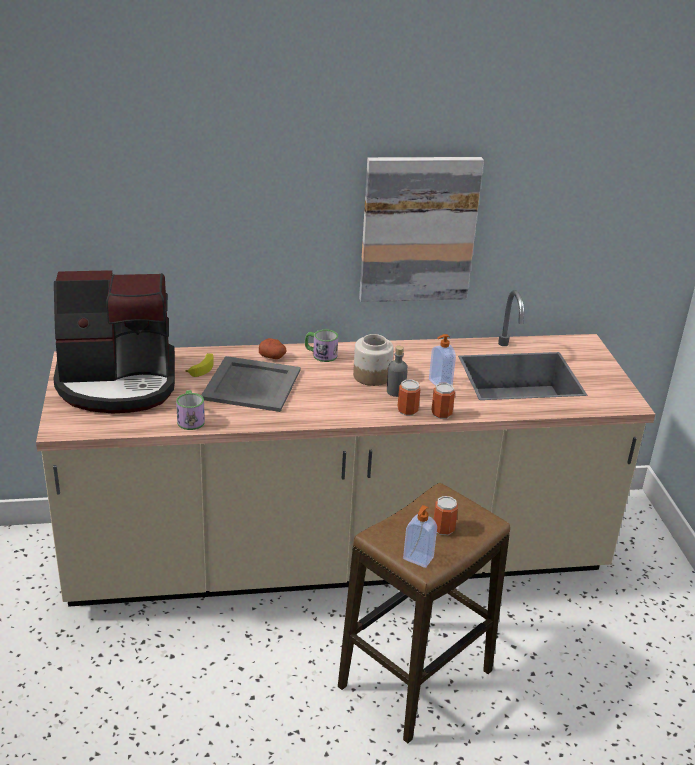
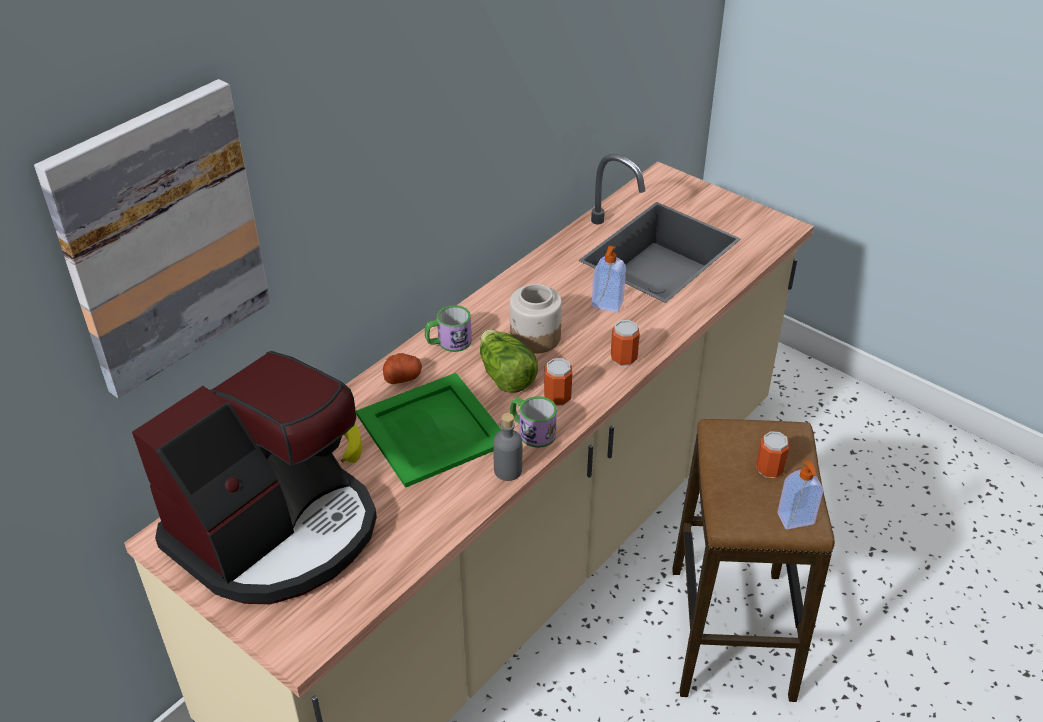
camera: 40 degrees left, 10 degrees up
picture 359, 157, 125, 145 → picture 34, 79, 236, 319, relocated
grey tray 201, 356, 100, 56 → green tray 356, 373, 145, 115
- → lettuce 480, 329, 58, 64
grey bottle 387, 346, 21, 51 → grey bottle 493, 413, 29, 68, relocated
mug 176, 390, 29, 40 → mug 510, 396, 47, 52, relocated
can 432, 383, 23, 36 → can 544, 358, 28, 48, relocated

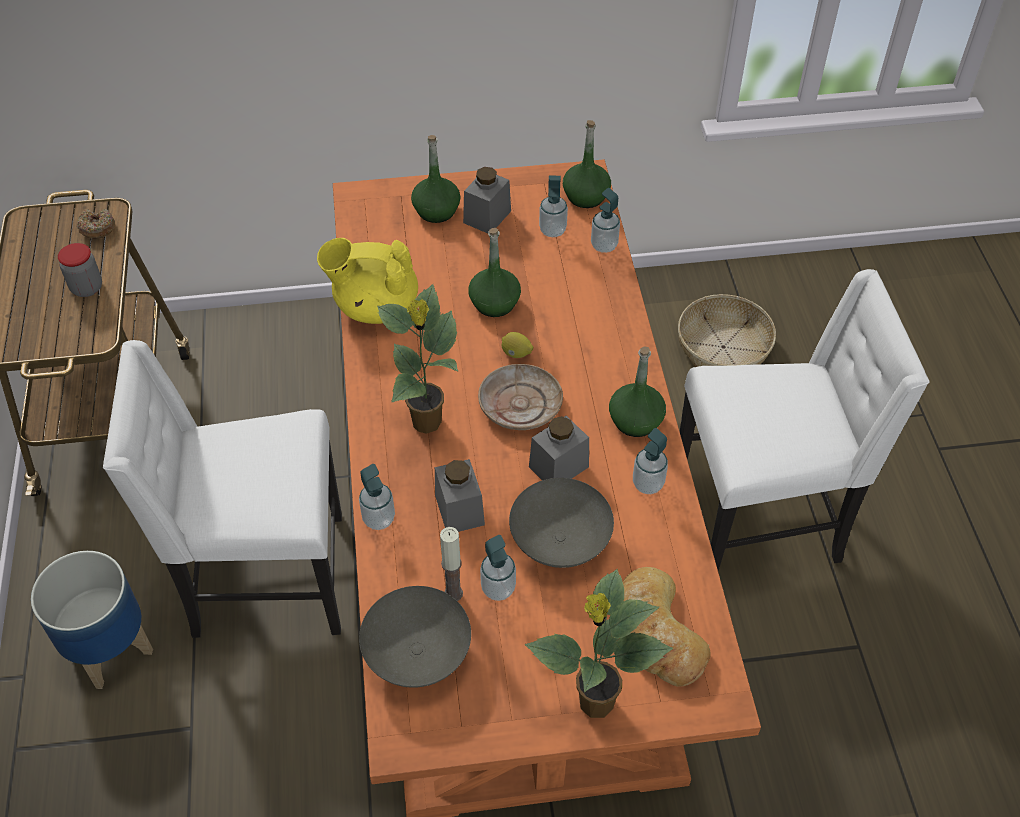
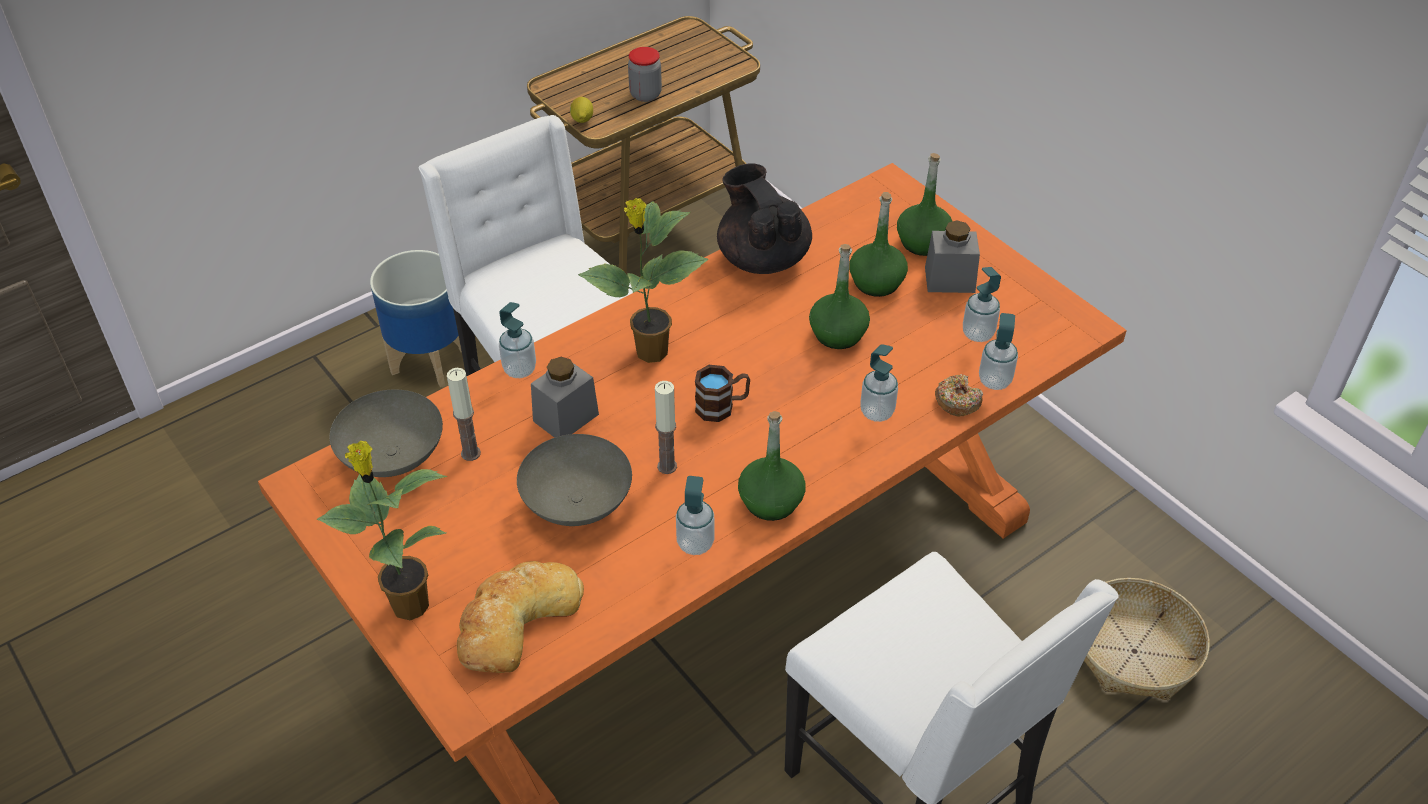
camera: 60 degrees right, 5 degrees down
lemon 502, 332, 31, 26 → lemon 570, 97, 23, 26, relocated
grey jar 529, 416, 60, 64 → candle 655, 381, 22, 93
beige plate 478, 364, 85, 66 → brown mug 695, 365, 55, 57
yellow teapot 317, 238, 101, 86 → black teapot 717, 163, 95, 111
green bottle 563, 120, 48, 88 → green bottle 849, 192, 59, 105, relocated
soap dispenser 480, 535, 36, 66 → soap dispenser 860, 344, 38, 78, relocated
donut 77, 209, 38, 30 → donut 935, 374, 48, 42, relocated

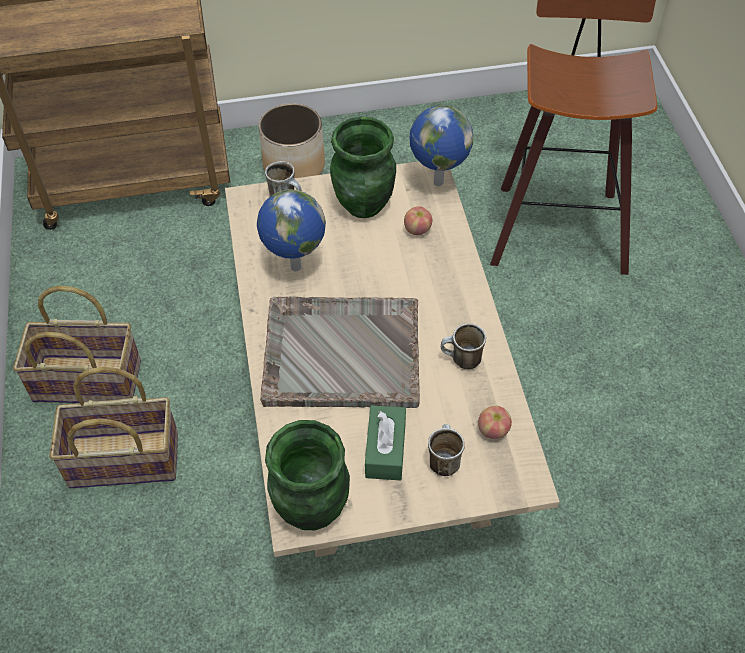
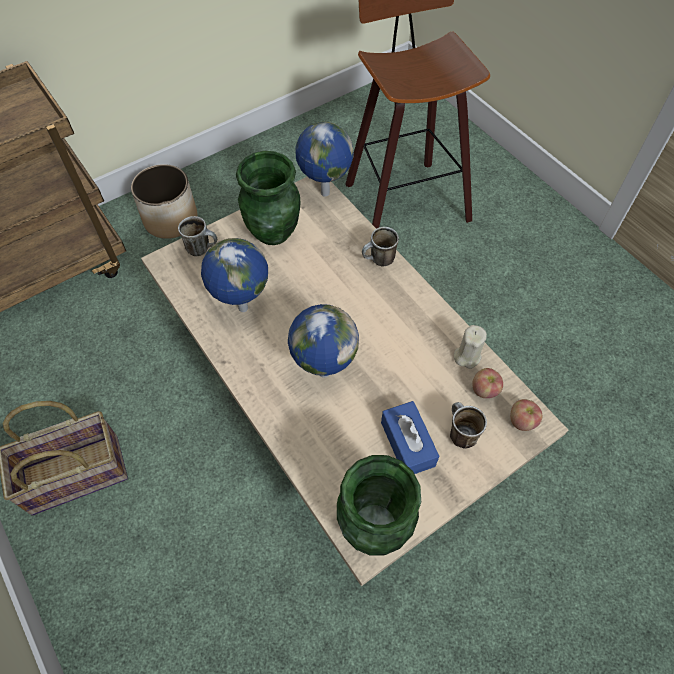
camera: 25 degrees left, 5 degrees up
grey tray 260, 296, 160, 112 → globe 288, 304, 71, 74
mug 441, 323, 45, 46 → mug 362, 227, 37, 39, relocated
green tissue box 365, 405, 41, 76 → blue tissue box 381, 401, 58, 73
- → beige candle 454, 325, 33, 44
apple 404, 206, 28, 29 → apple 510, 399, 32, 32, relocated
basket 49, 367, 129, 121 → -

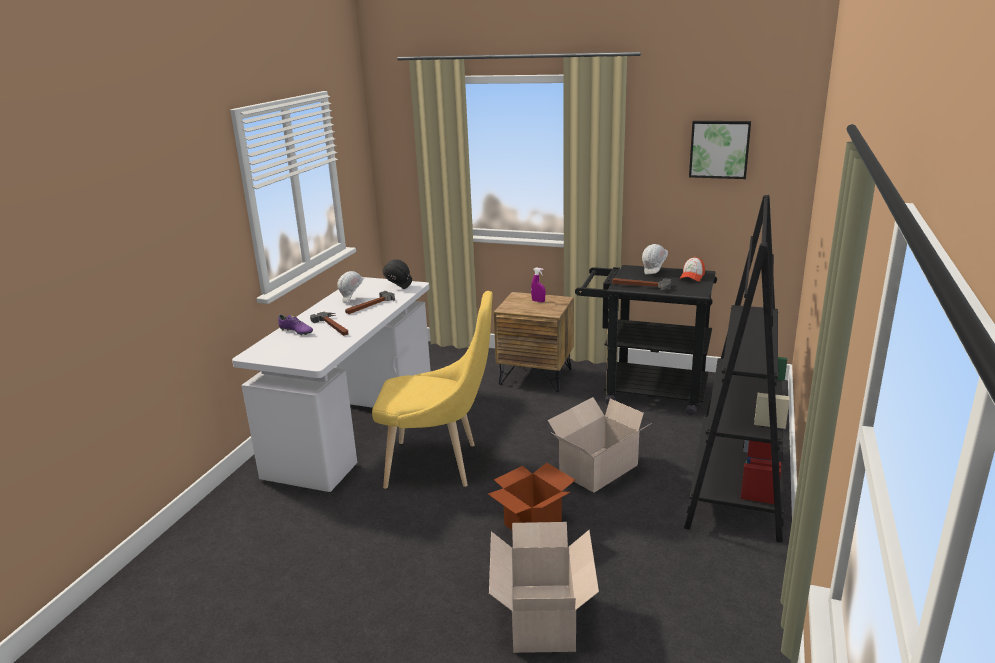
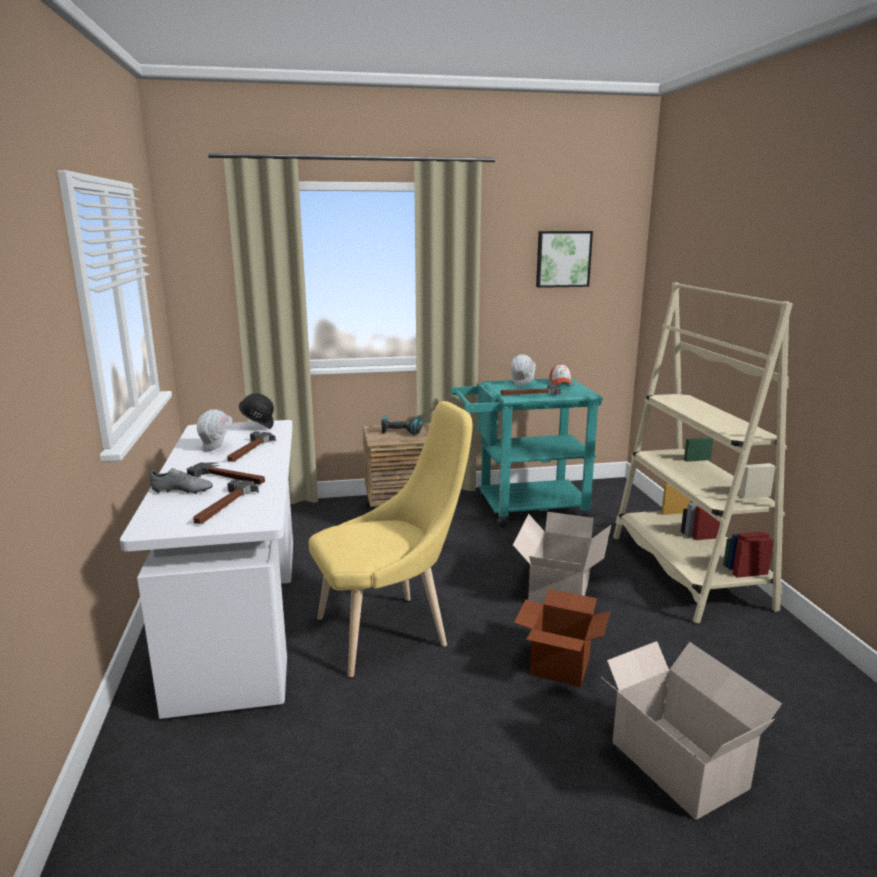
camera: 30 degrees left, 5 degrees down
purple shoe 278, 315, 35, 21 → grey shoe 150, 468, 63, 26
- → hammer 193, 479, 66, 45
purple spray bottle 531, 267, 14, 35 → power drill 381, 415, 43, 20
black cart 575, 265, 142, 150 → turquoise cart 451, 378, 152, 150
black bookcase 684, 195, 105, 347 → beige bookcase 613, 282, 180, 341

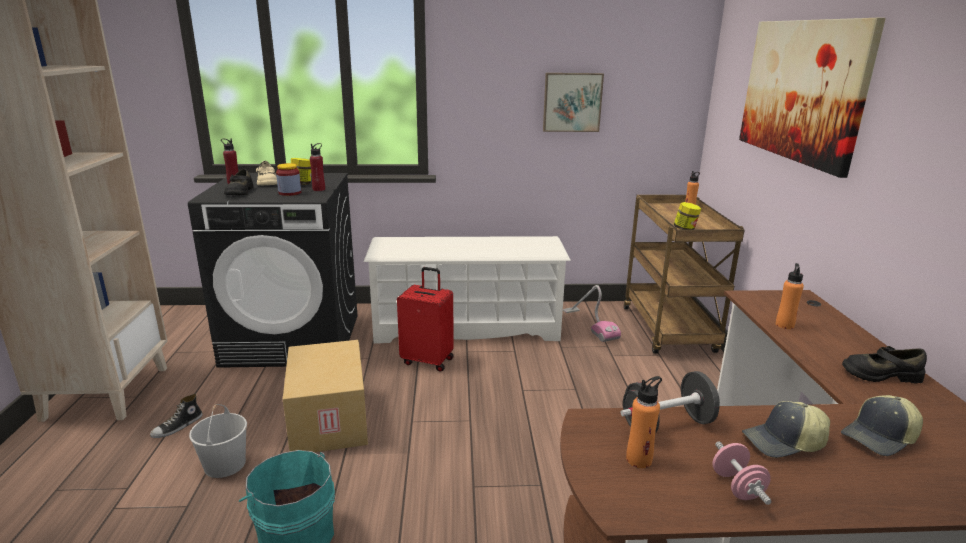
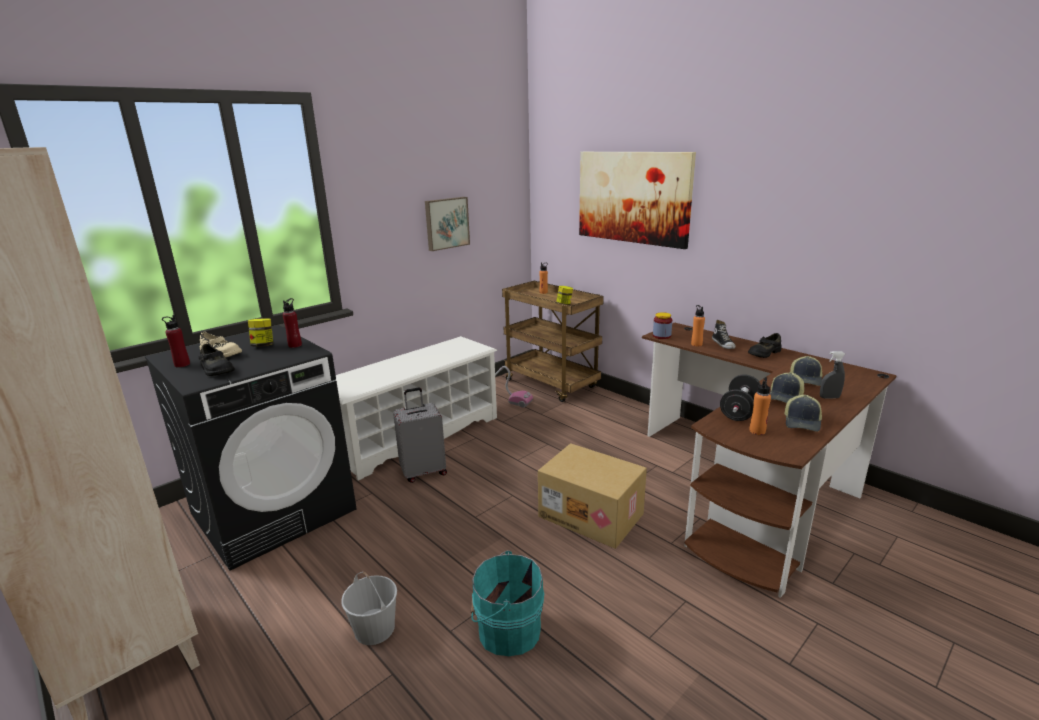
camera: 40 degrees left, 0 degrees up
red suitcase 397, 267, 57, 105 → grey suitcase 393, 388, 54, 95
cardboard box 283, 340, 85, 112 → cardboard box 538, 443, 109, 106, relocated
jar 276, 163, 25, 33 → jar 653, 312, 19, 27, relocated
shoe 150, 394, 53, 44 → shoe 712, 320, 24, 29, relocated
pink dumbbell 712, 441, 59, 64 → cap 784, 395, 38, 37
- → grey spray bottle 820, 351, 26, 48

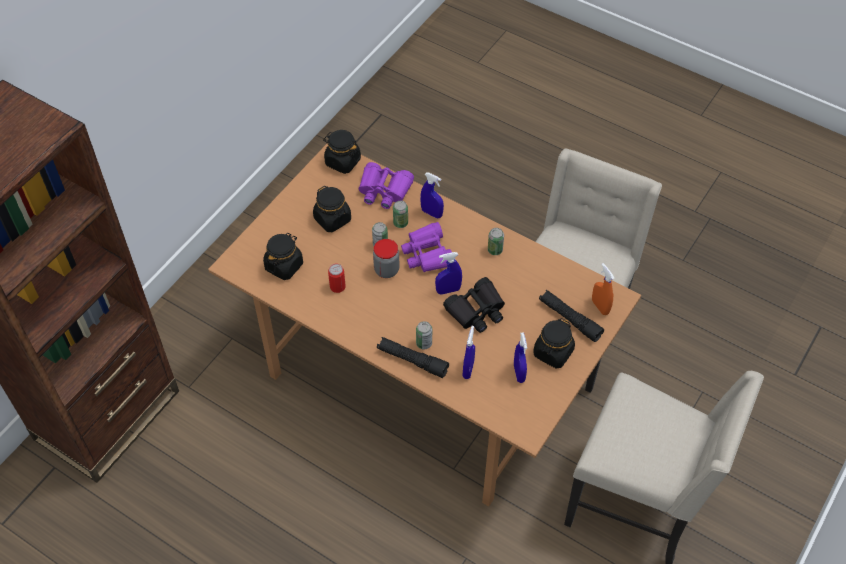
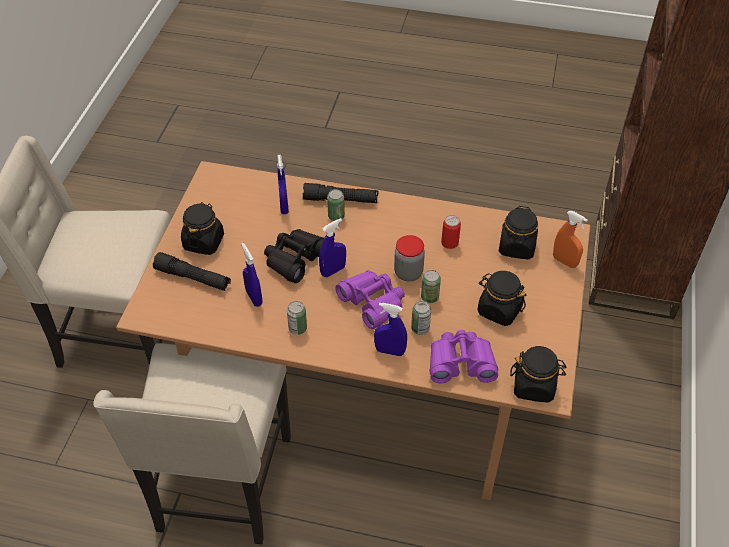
camera: 160 degrees right, 5 degrees down
blue spray bottle 514, 332, 13, 51 → blue spray bottle 241, 243, 22, 64, relocated
orange spray bottle 592, 263, 22, 52 → orange spray bottle 553, 211, 35, 57, relocated

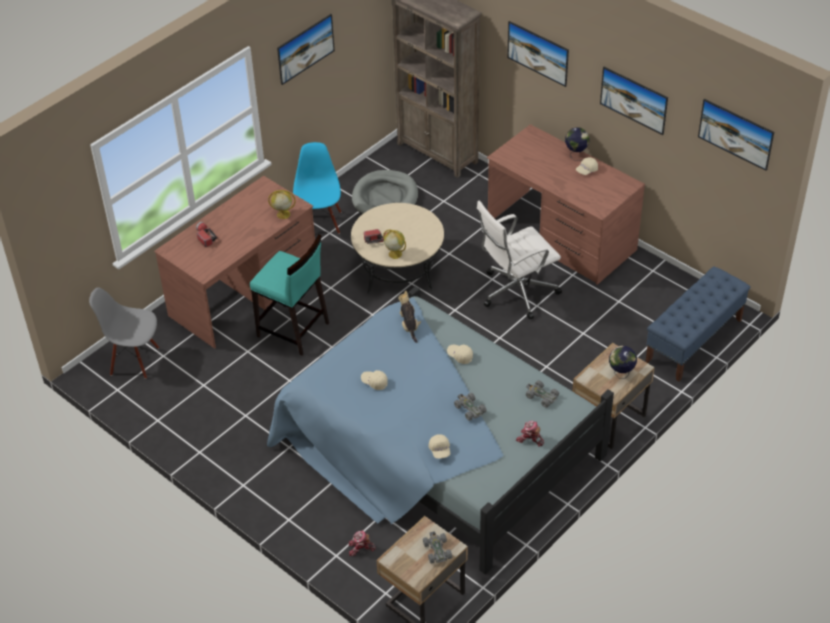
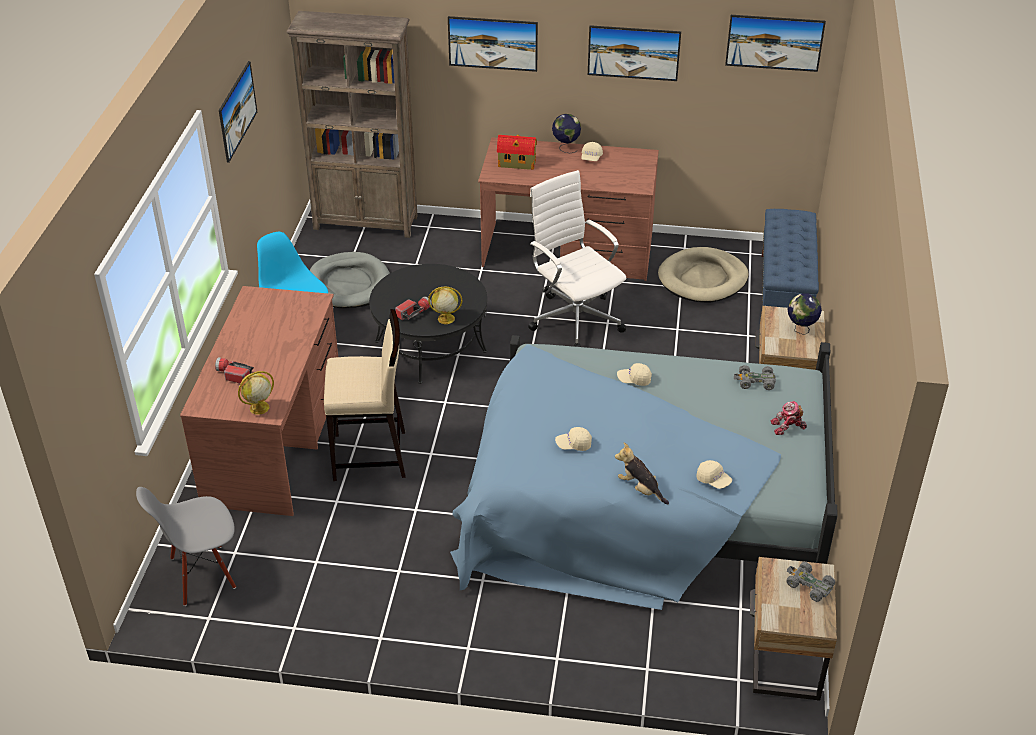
camera: 35 degrees left, 5 degrees down
globe 268, 190, 28, 29 → globe 238, 371, 36, 44, relocated
turquoise stool 250, 234, 79, 122 → beige stool 324, 309, 82, 172
beige coffee table 351, 203, 93, 91 → black coffee table 369, 264, 118, 120
- → toy house 497, 135, 40, 35
white office chair 477, 201, 85, 119 → white office chair 528, 170, 98, 177, 120 degrees clockwise
plush toy 398, 290, 23, 53 → plush toy 615, 443, 54, 61, relocated
- → beige dog bed 658, 247, 91, 55
toy robot 349, 530, 27, 26 → -
grey toy car 454, 393, 33, 28 → -

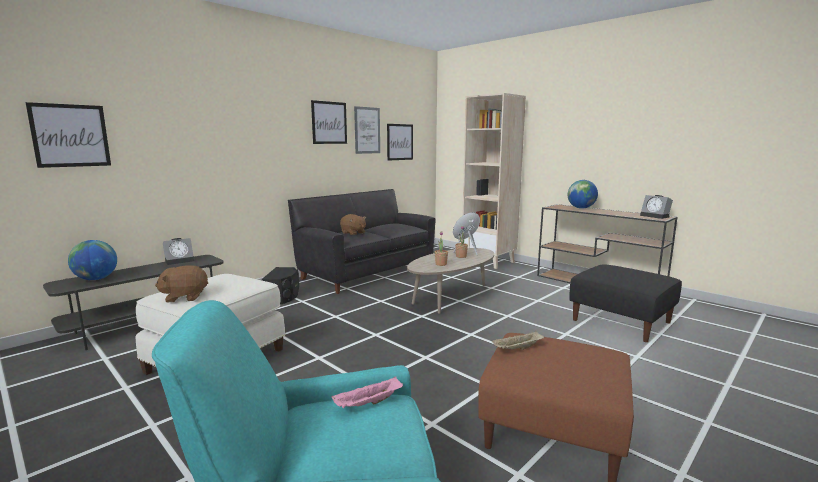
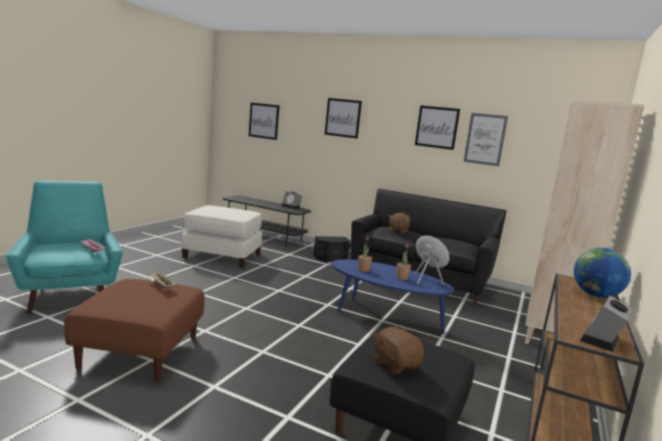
camera: 70 degrees right, 0 degrees up
picture 387, 124, 26, 37 → picture 325, 98, 37, 41, relocated
beige coffee table 407, 248, 87, 66 → blue coffee table 332, 259, 122, 75
brown plush toy 155, 265, 53, 37 → brown plush toy 374, 327, 50, 48, relocated
globe 68, 240, 49, 40 → -

